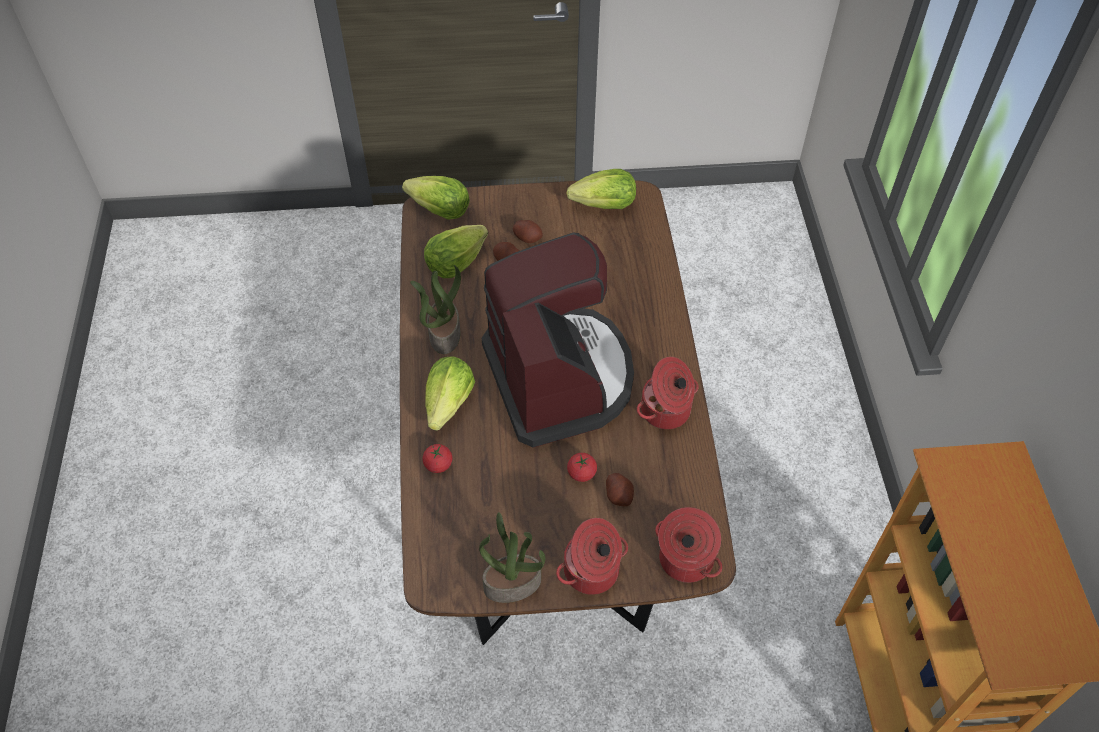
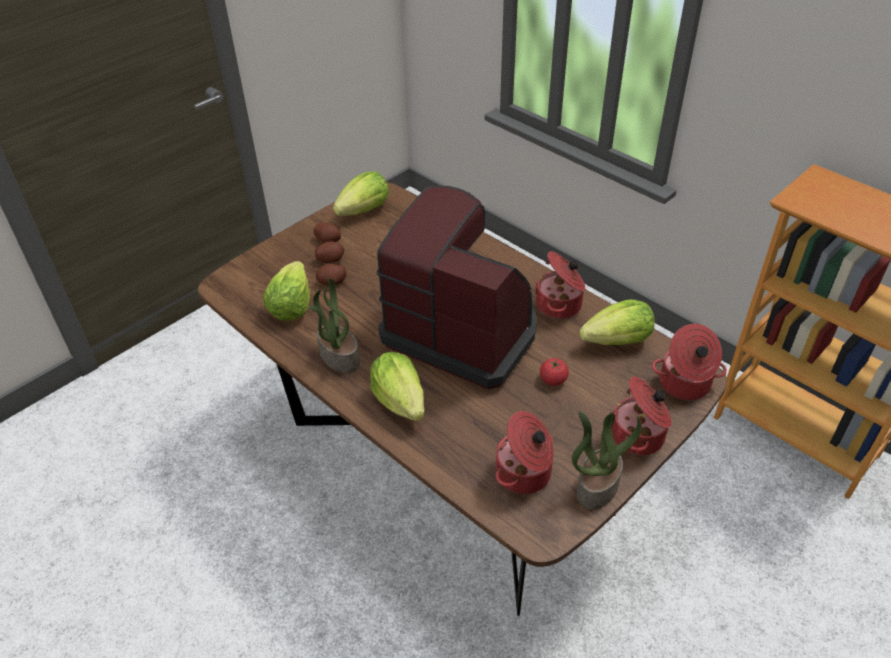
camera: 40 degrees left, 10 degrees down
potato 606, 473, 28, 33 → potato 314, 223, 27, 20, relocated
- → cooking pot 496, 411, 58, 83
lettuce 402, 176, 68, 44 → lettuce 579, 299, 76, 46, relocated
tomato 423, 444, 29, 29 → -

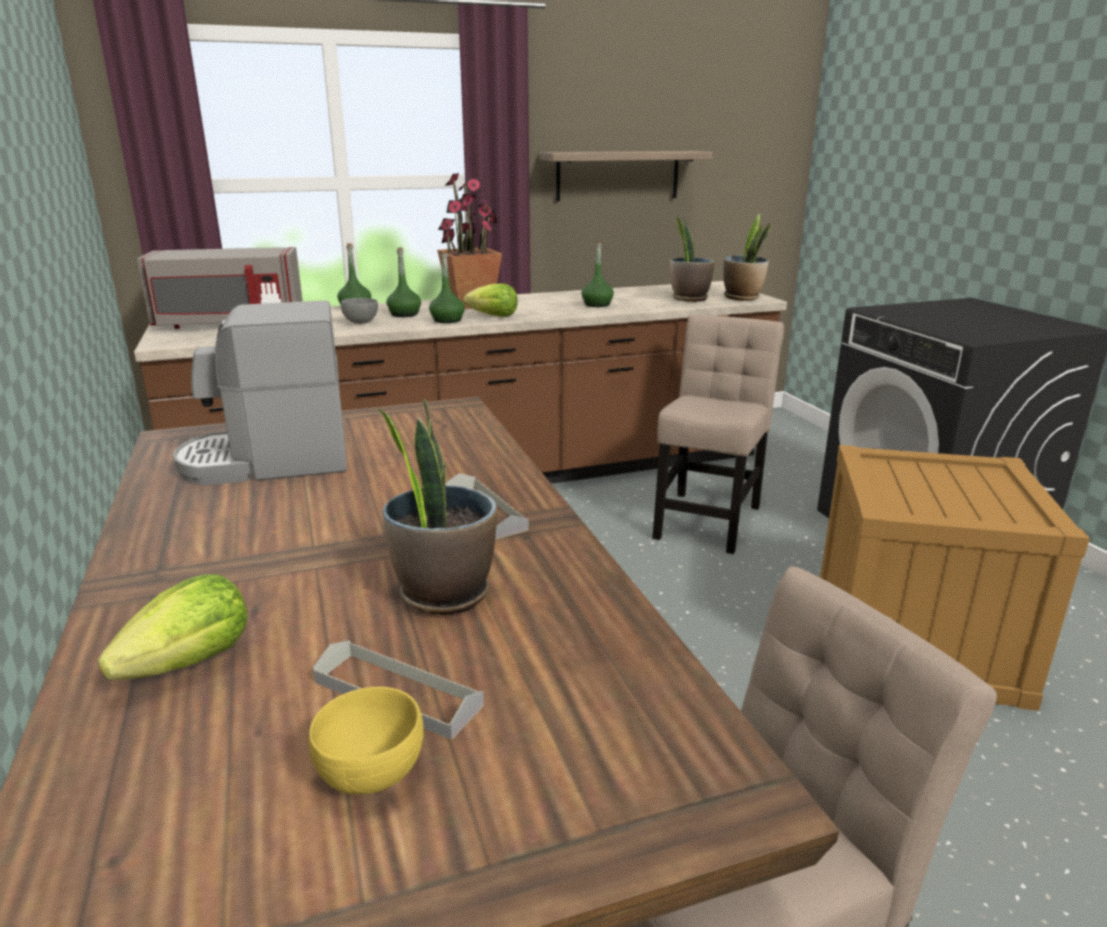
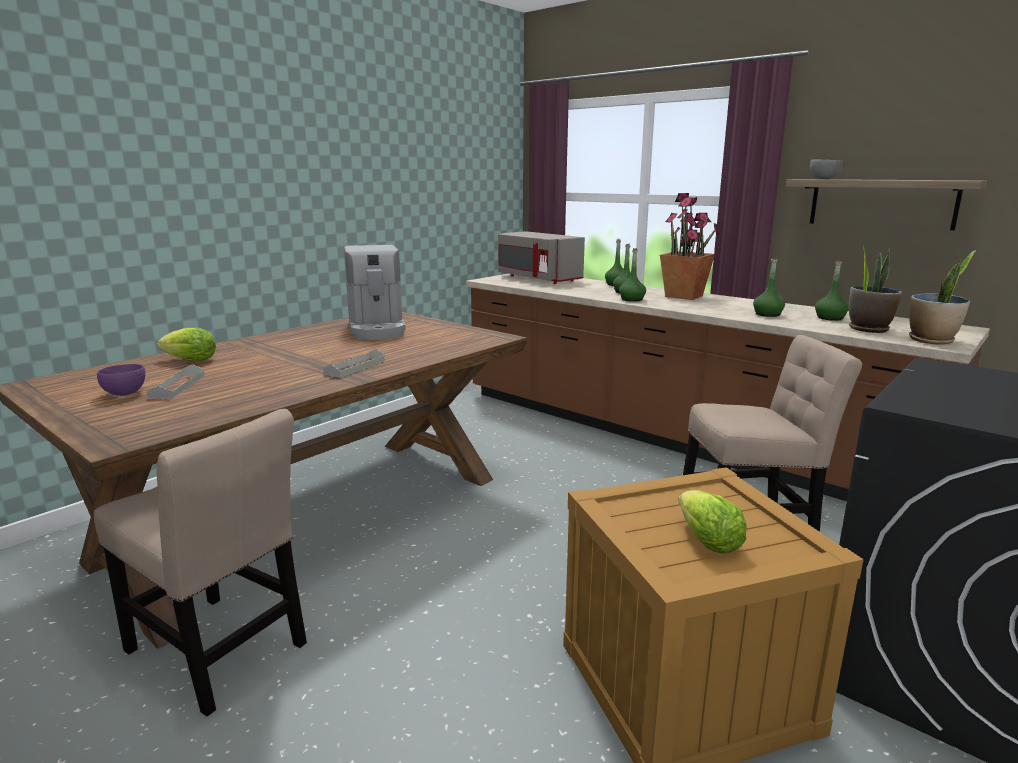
camera: 60 degrees right, 5 degrees down
yellow bowl 309, 687, 114, 108 → purple bowl 97, 364, 48, 32
coffee machine 173, 300, 174, 185 → coffee machine 344, 245, 62, 95, 150 degrees counterclockwise
lettuce 464, 283, 54, 34 → lettuce 678, 490, 69, 63, relocated
grey bowl 341, 298, 37, 26 → grey bowl 810, 160, 33, 19, relocated
- → green bottle 815, 259, 34, 62
potted plant 377, 399, 120, 216 → -

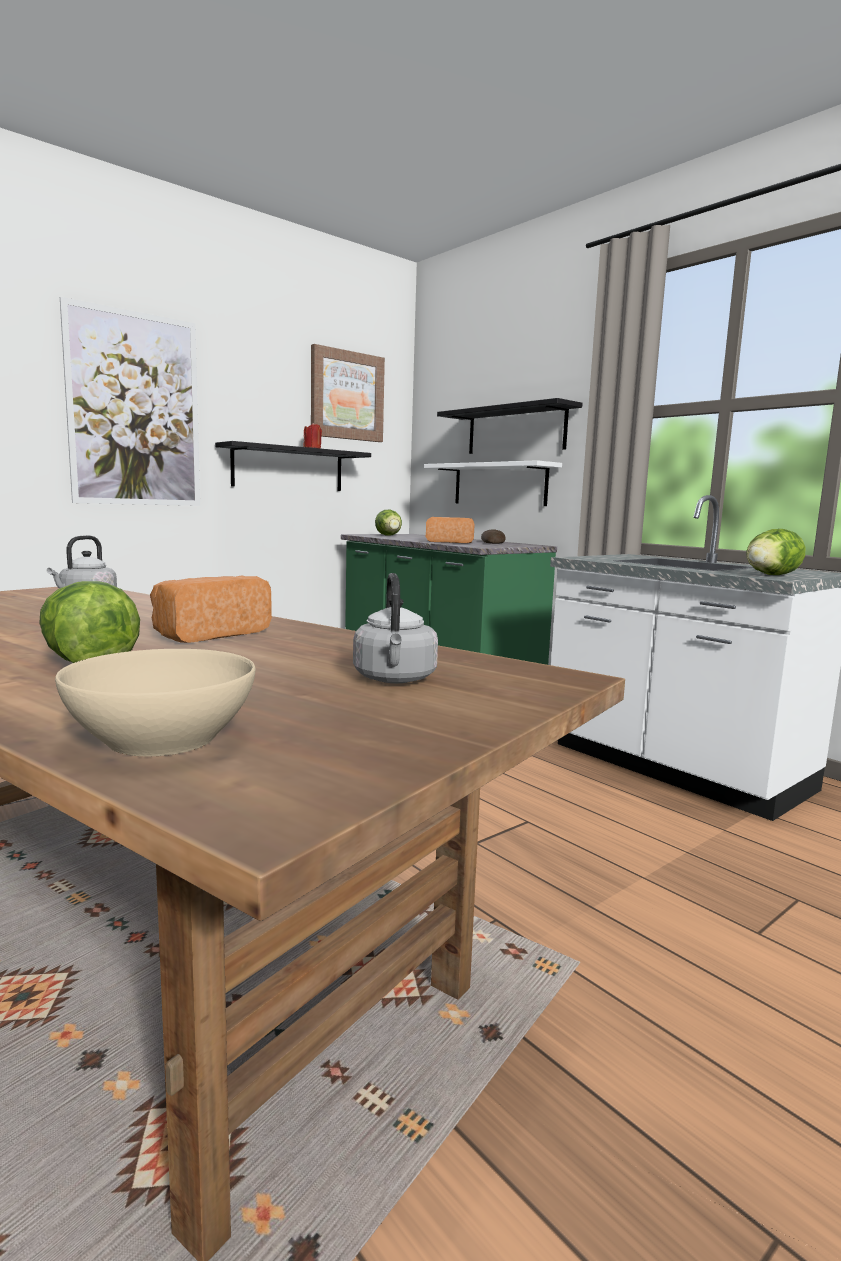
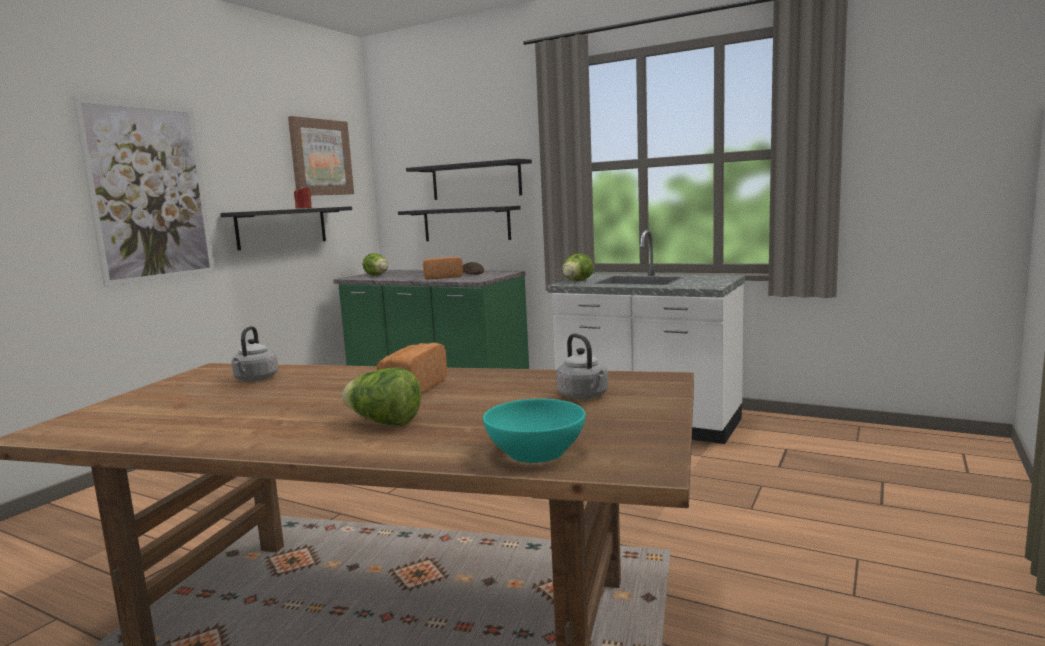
camera: 20 degrees left, 0 degrees up
white shelf 424, 460, 138, 46 → black shelf 398, 206, 123, 35
beige bowl 55, 649, 200, 107 → turquoise bowl 483, 399, 102, 64
lettuce 747, 529, 58, 46 → lettuce 562, 253, 32, 28, relocated

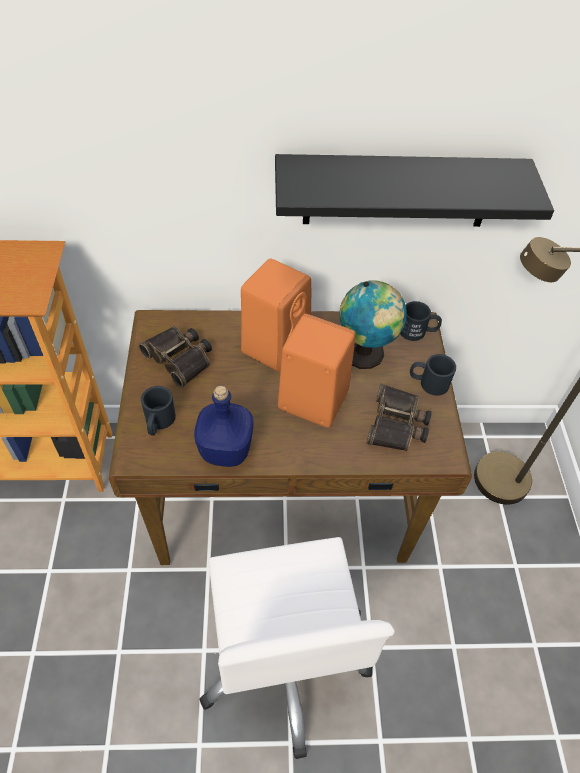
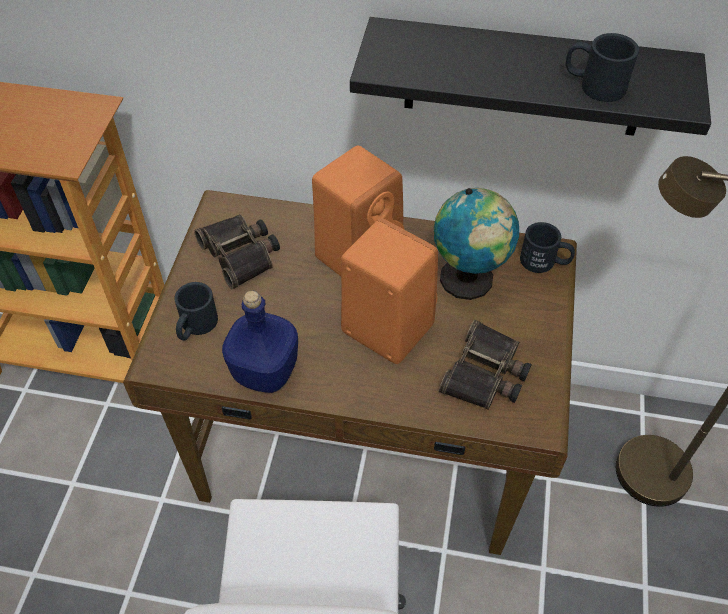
camera: 15 degrees right, 0 degrees up
black mug 410, 354, 46, 42 → black mug 566, 33, 73, 69, relocated

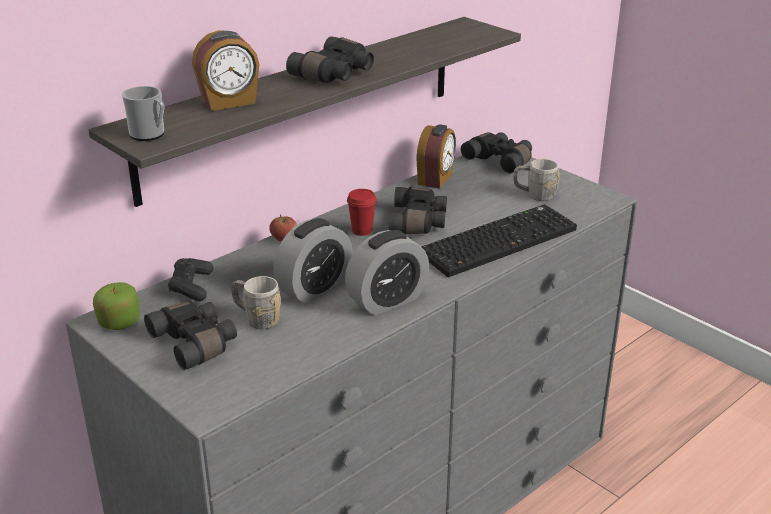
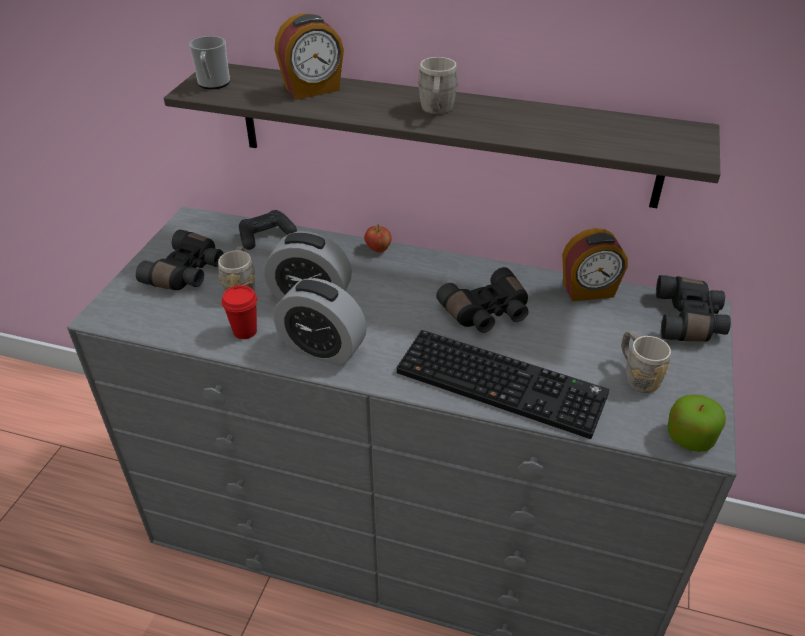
camera: 60 degrees right, 10 degrees up
red cup 347, 189, 30, 47 → red cup 222, 285, 35, 54, relocated
alarm clock 192, 30, 68, 81 → alarm clock 274, 13, 70, 87, 60 degrees counterclockwise
black binoculars 286, 36, 88, 47 → grey mug 418, 57, 40, 57
apple 93, 282, 47, 48 → apple 667, 395, 59, 57, relocated

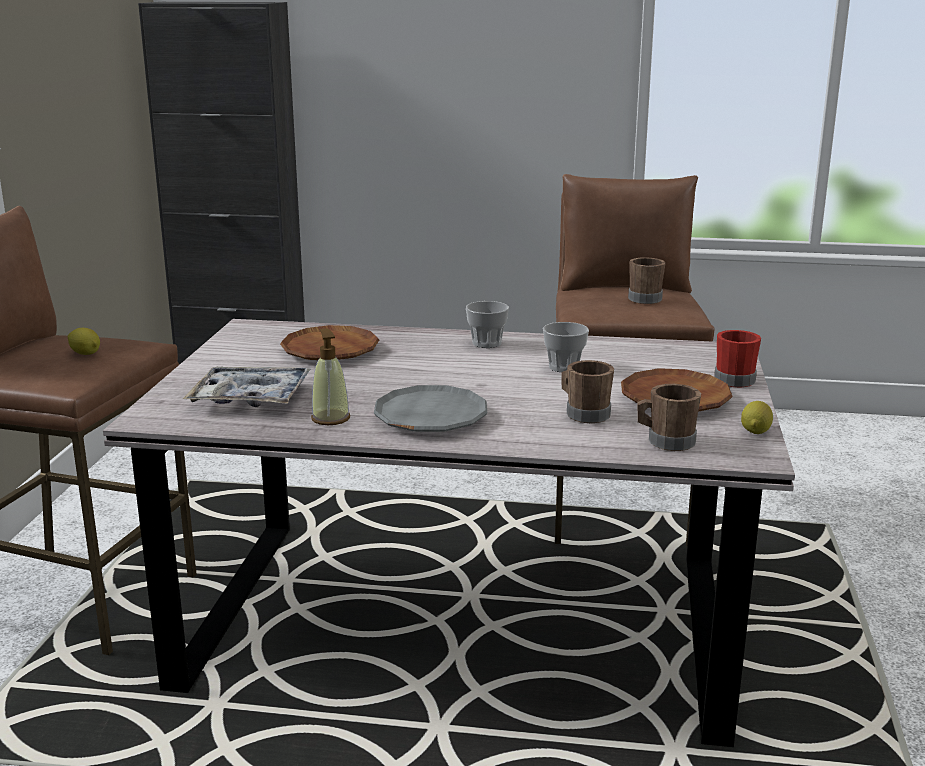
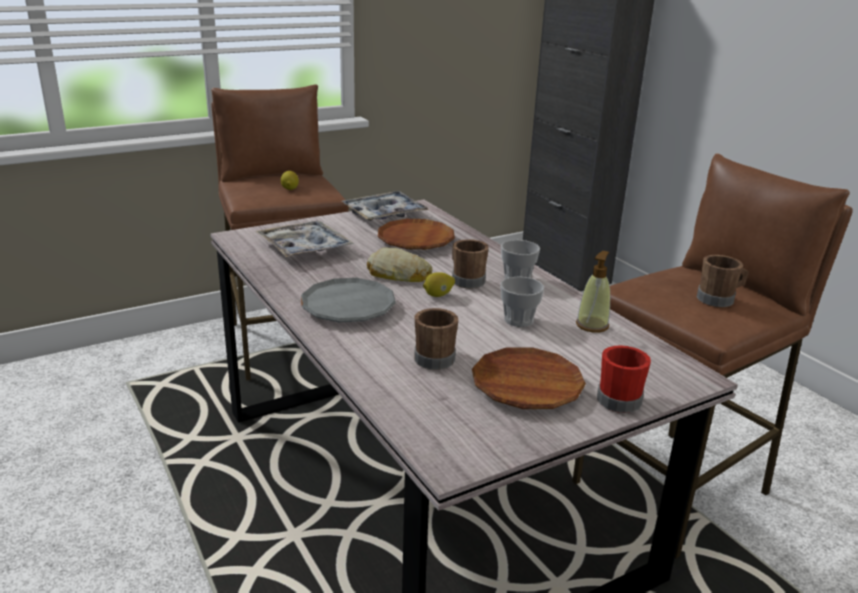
camera: 50 degrees right, 5 degrees up
- → tray 342, 191, 87, 30
- → bread 367, 248, 65, 34
lemon 741, 401, 32, 33 → lemon 423, 272, 32, 25, relocated
brown mug 637, 384, 64, 67 → brown mug 452, 239, 37, 50, relocated
soap dispenser 311, 328, 39, 97 → soap dispenser 576, 251, 34, 82, relocated

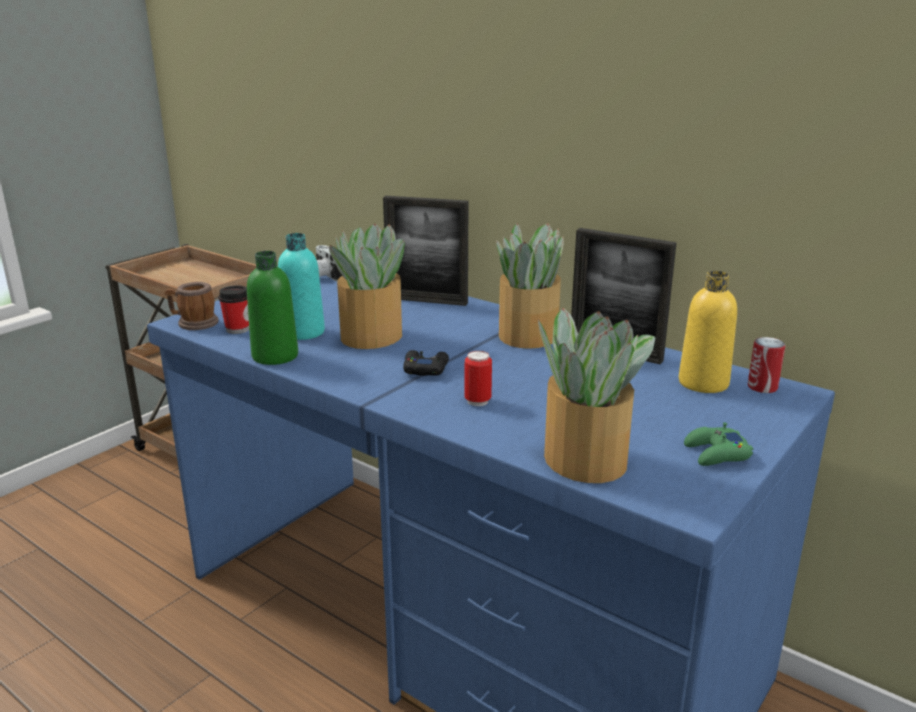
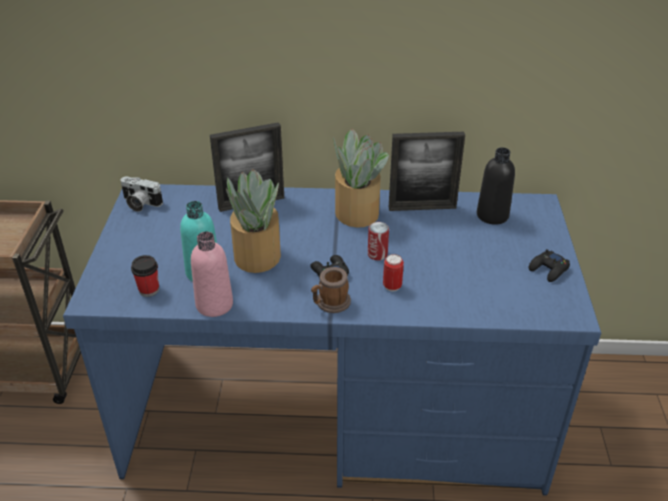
camera: 35 degrees left, 15 degrees up
green bottle 247, 251, 51, 114 → pink bottle 191, 232, 42, 85
mug 165, 282, 54, 48 → mug 311, 267, 40, 46, relocated
can 748, 337, 37, 56 → can 368, 222, 21, 38, relocated
yellow bottle 679, 271, 58, 122 → black bottle 477, 147, 38, 78
green game controller 684, 422, 69, 44 → black game controller 529, 249, 41, 33
potted plant 538, 308, 117, 175 → -

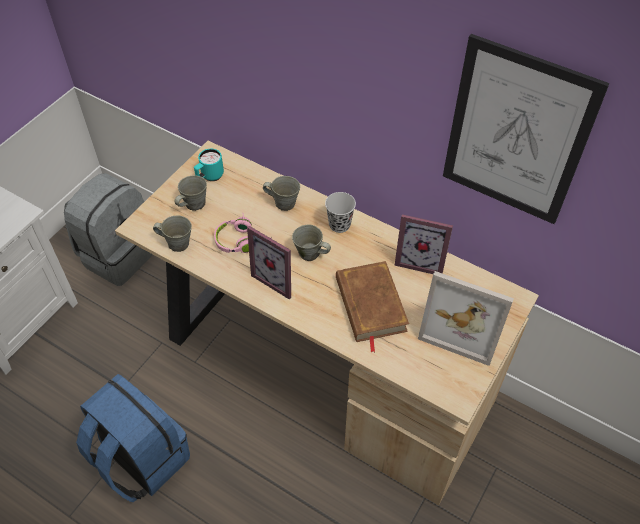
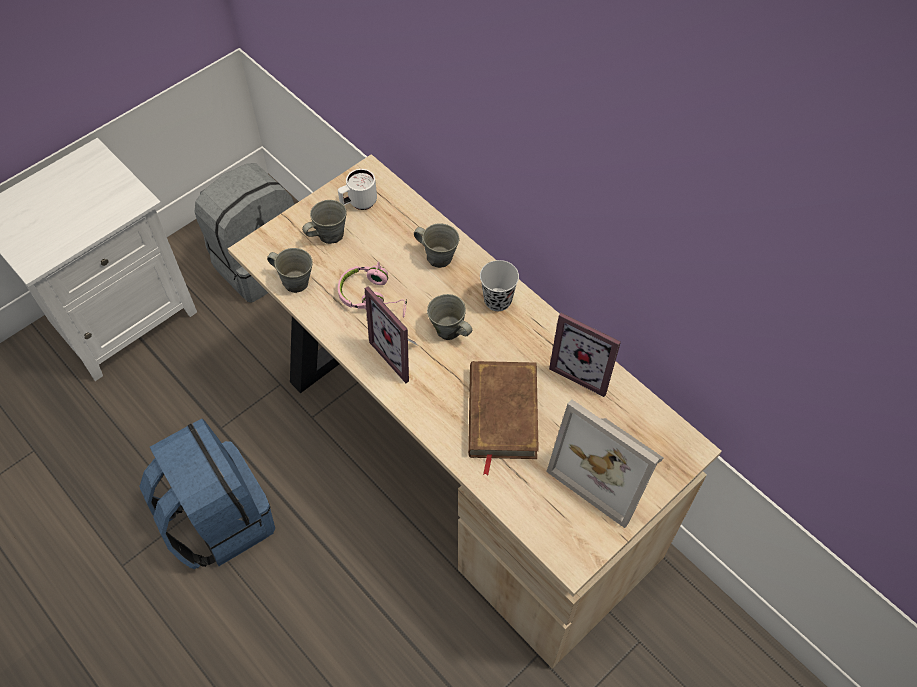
camera: 15 degrees right, 5 degrees up
turquoise mug 194, 149, 30, 32 → white mug 338, 169, 39, 41
picture 443, 34, 167, 190 → -

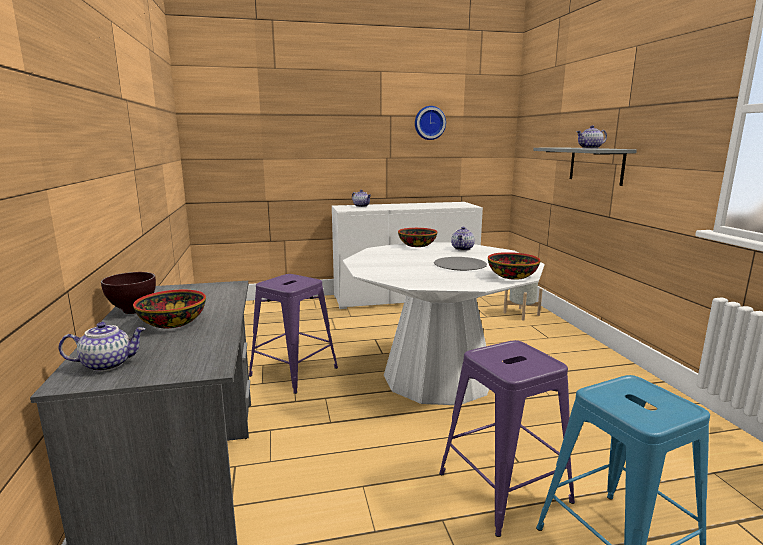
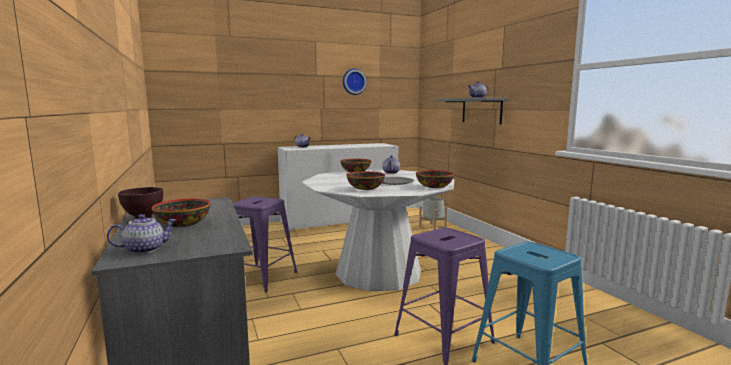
camera: 10 degrees left, 5 degrees down
- → bowl 346, 171, 39, 19

